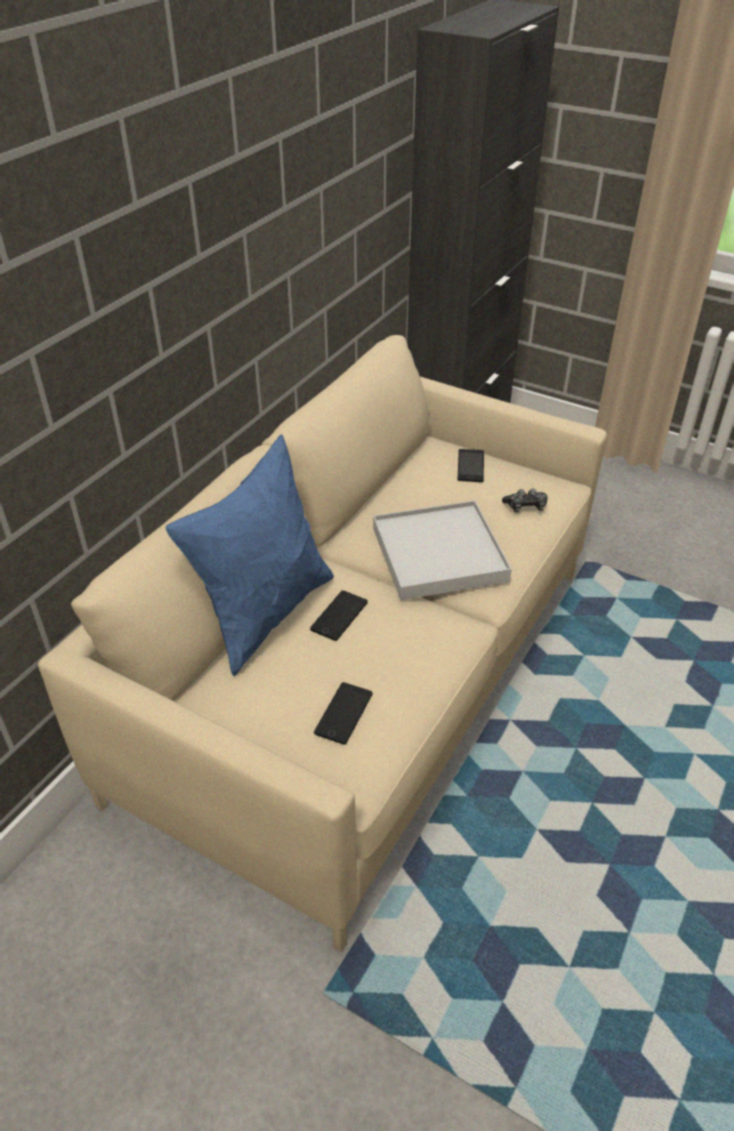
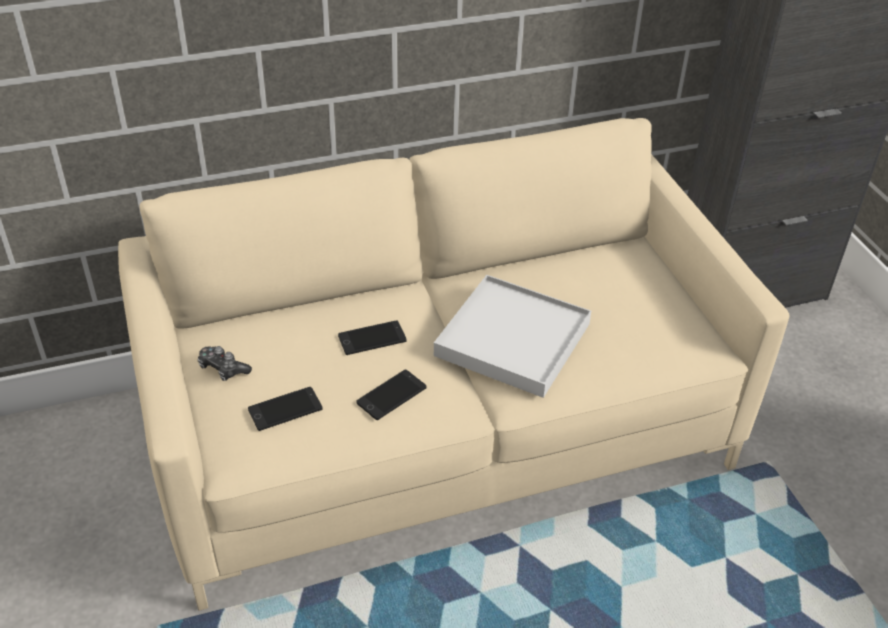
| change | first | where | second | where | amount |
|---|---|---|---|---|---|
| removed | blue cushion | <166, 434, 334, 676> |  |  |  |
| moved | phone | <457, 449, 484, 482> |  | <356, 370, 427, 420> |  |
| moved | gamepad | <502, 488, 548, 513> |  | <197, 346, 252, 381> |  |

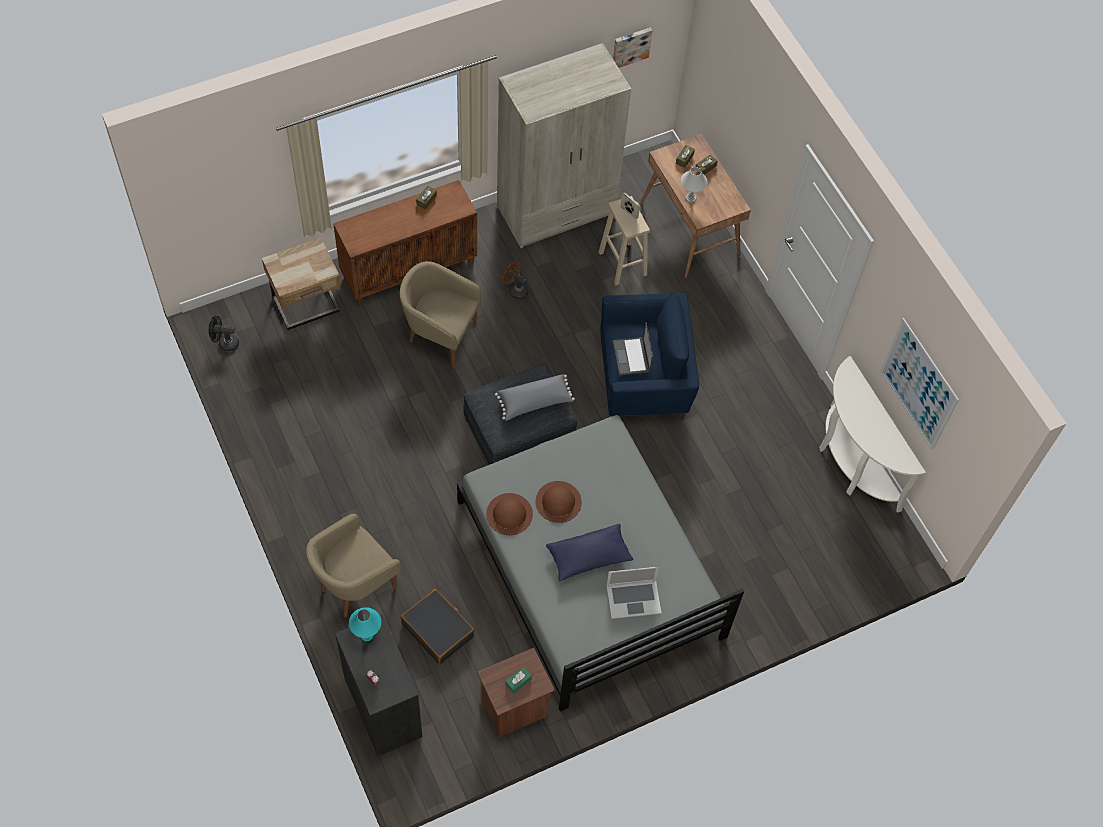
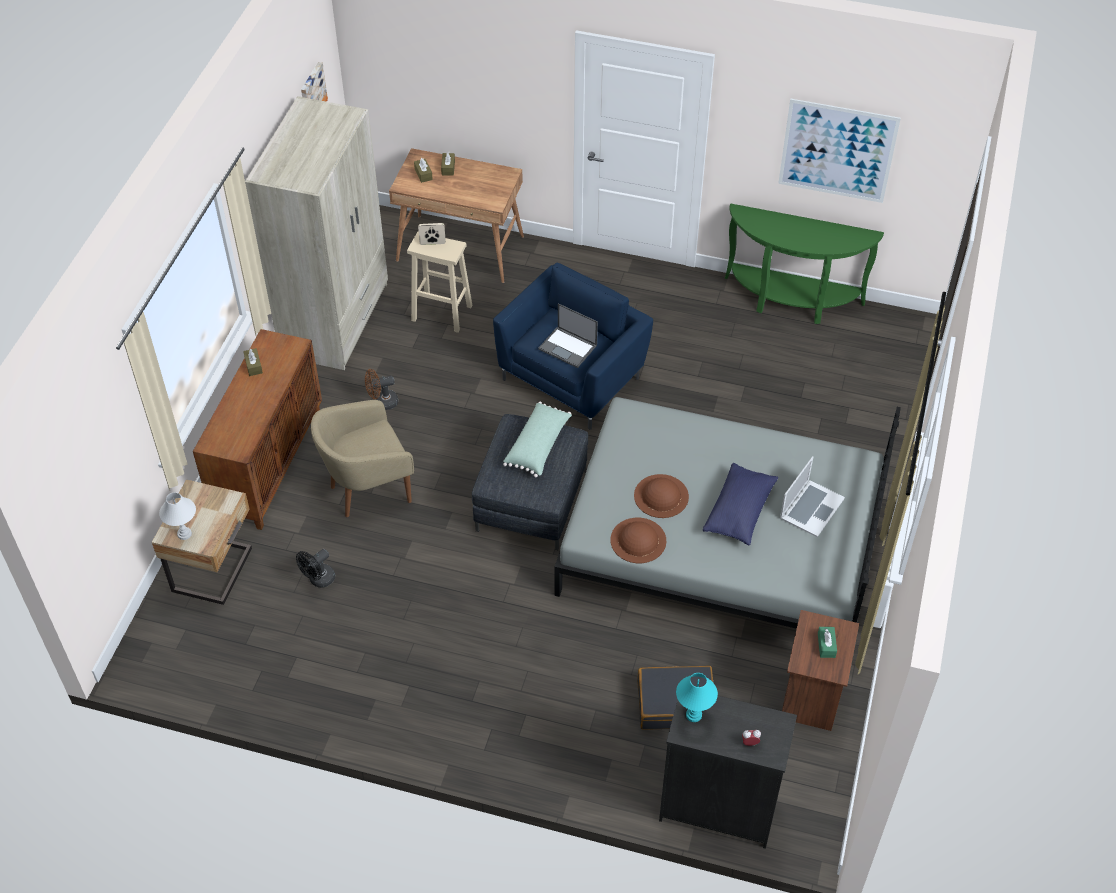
| change | first | where | second | where | amount |
|---|---|---|---|---|---|
| removed | beige armchair | <306, 514, 401, 617> |  |  |  |
| moved | blackish fan | <209, 316, 239, 352> |  | <296, 549, 335, 588> |  |
| moved | whitish table lamp | <681, 167, 708, 203> |  | <159, 492, 196, 540> |  |
| recoloured | greyish cushion | <495, 374, 575, 421> | green cushion | <503, 401, 572, 478> |  |
| recoloured | whitish hall table | <819, 356, 926, 513> | green hall table | <725, 203, 884, 324> |  |

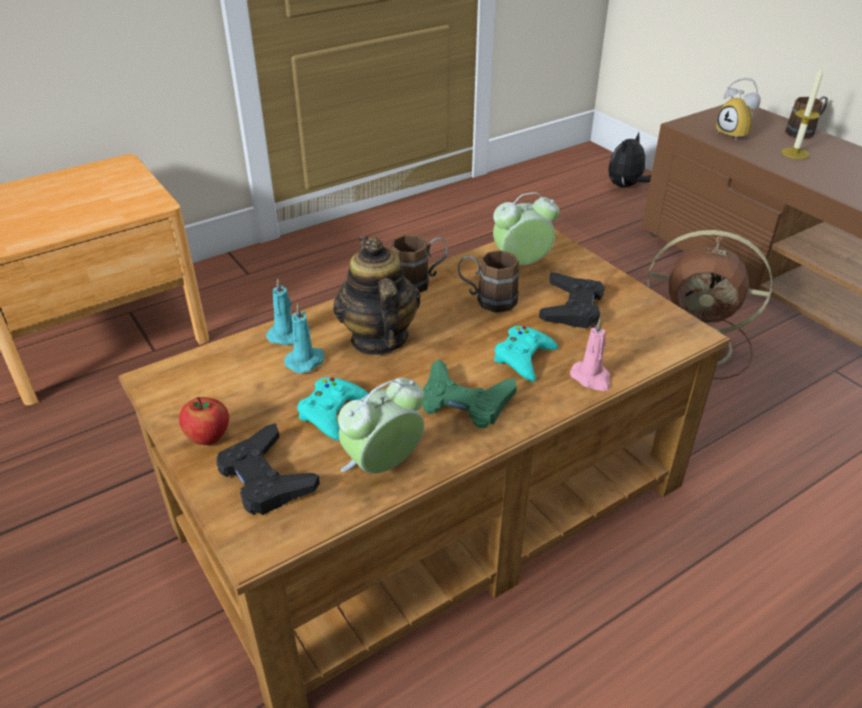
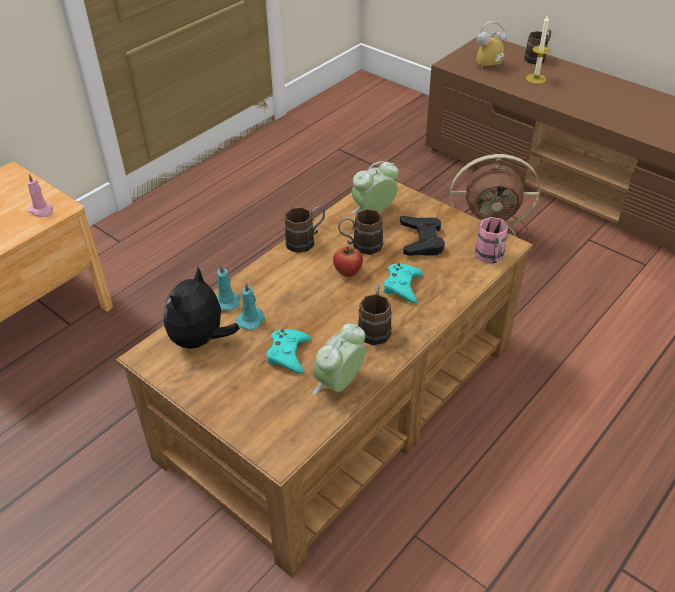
| change | first | where | second | where | amount |
|---|---|---|---|---|---|
| removed | blackish gamepad | <216, 423, 320, 515> |  |  |  |
| removed | teapot | <333, 236, 421, 355> |  |  |  |
| added |  |  | pink-coloured tea mug | <475, 217, 508, 264> |  |
| moved | apple fruit | <179, 397, 229, 445> |  | <333, 247, 363, 277> |  |
| moved | pink-coloured candle | <570, 318, 611, 391> |  | <27, 174, 53, 217> |  |
| moved | plush toy | <608, 132, 651, 188> |  | <164, 267, 240, 353> |  |
| replaced | green gamepad | <422, 359, 517, 428> | brown tea mug | <358, 284, 392, 345> |  |
| turned | alarm clock | <716, 78, 761, 141> |  | <476, 21, 507, 70> | 120 degrees clockwise |

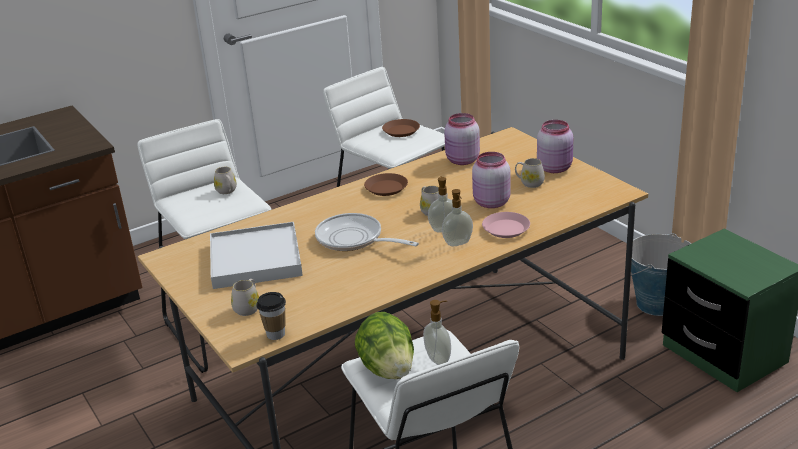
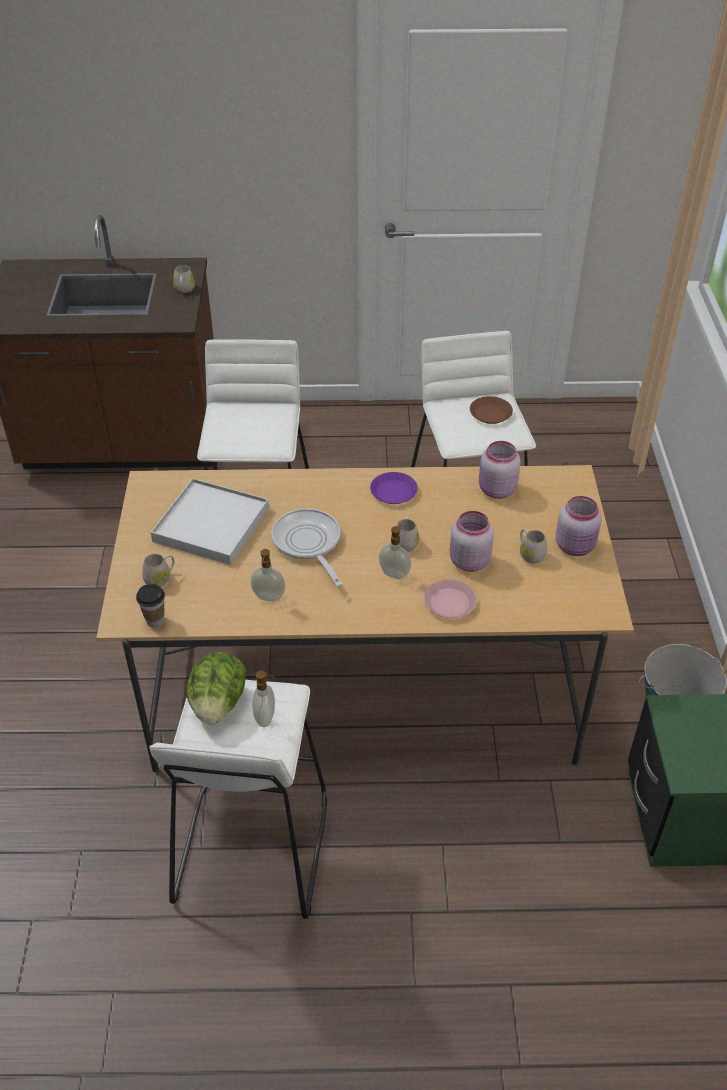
| change | first | where | second | where | amount |
|---|---|---|---|---|---|
| moved | whitish tea mug | <214, 167, 237, 194> |  | <173, 265, 195, 293> |  |
| moved | soap dispenser | <442, 189, 473, 246> |  | <251, 549, 285, 601> |  |
| recoloured | brown dinner plate | <364, 173, 408, 196> | purple-coloured dinner plate | <370, 472, 418, 504> |  |

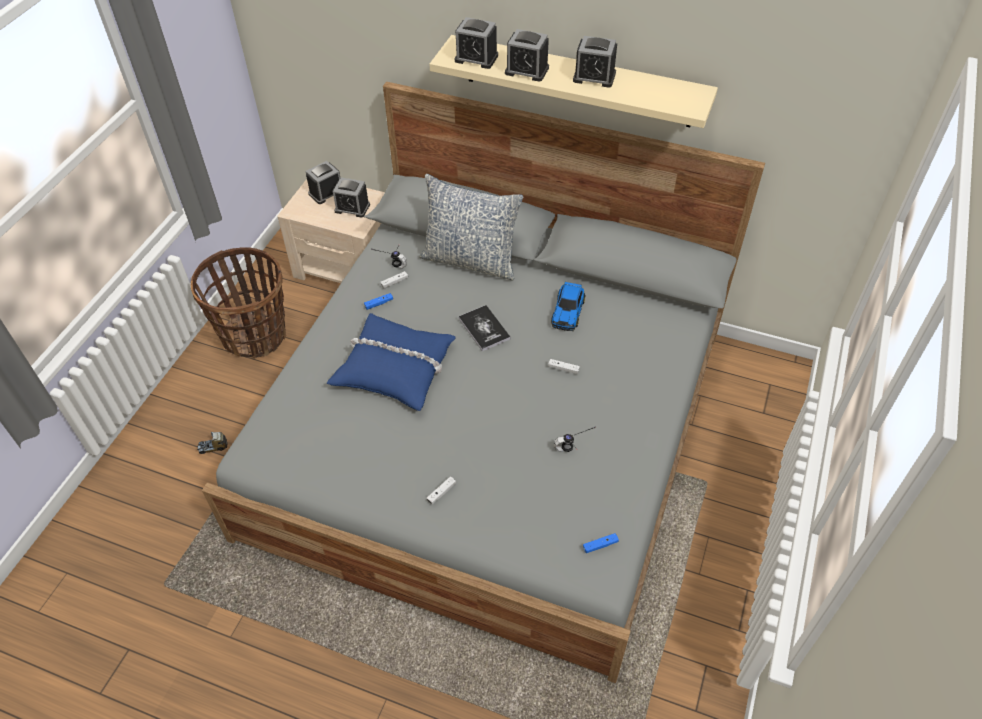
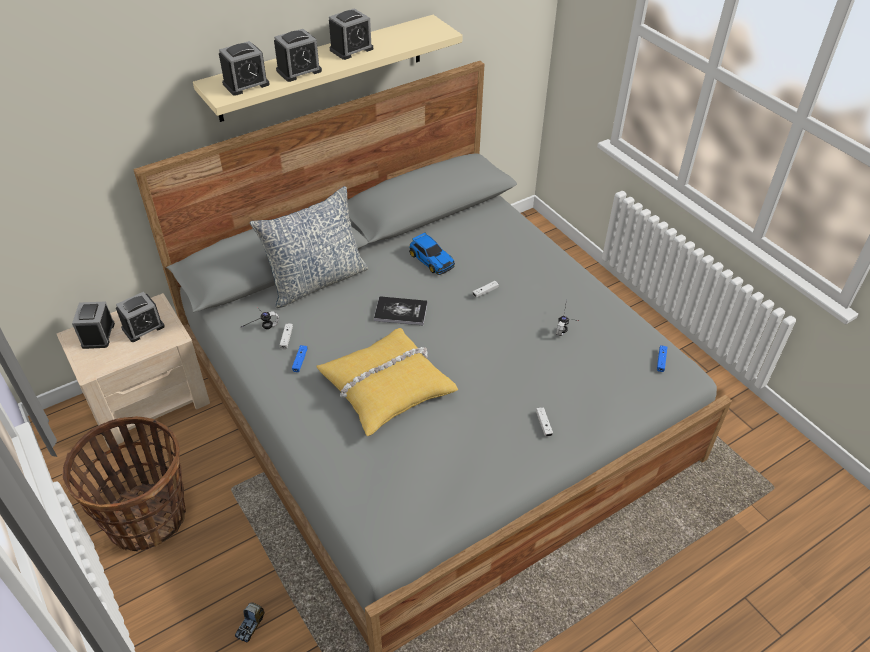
| change | first | where | second | where | amount |
|---|---|---|---|---|---|
| recoloured | blue cushion | <327, 313, 456, 411> | yellow cushion | <316, 328, 458, 436> |  |

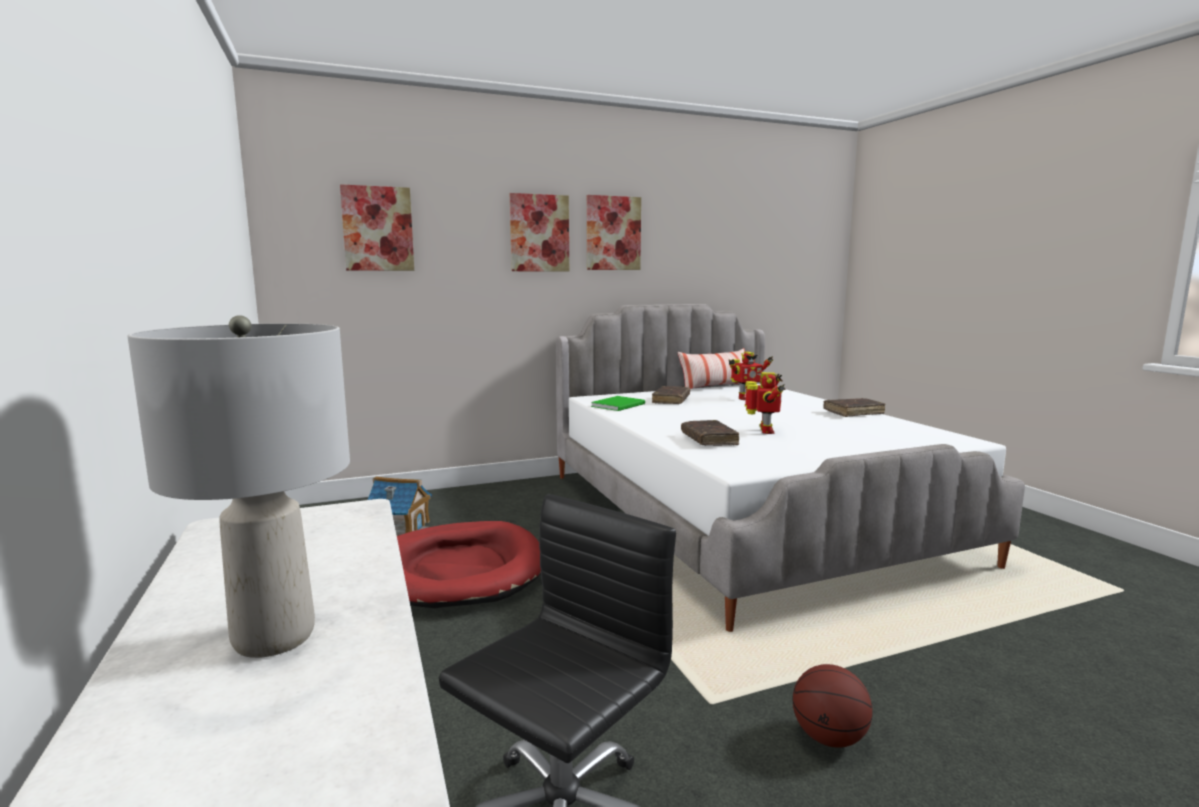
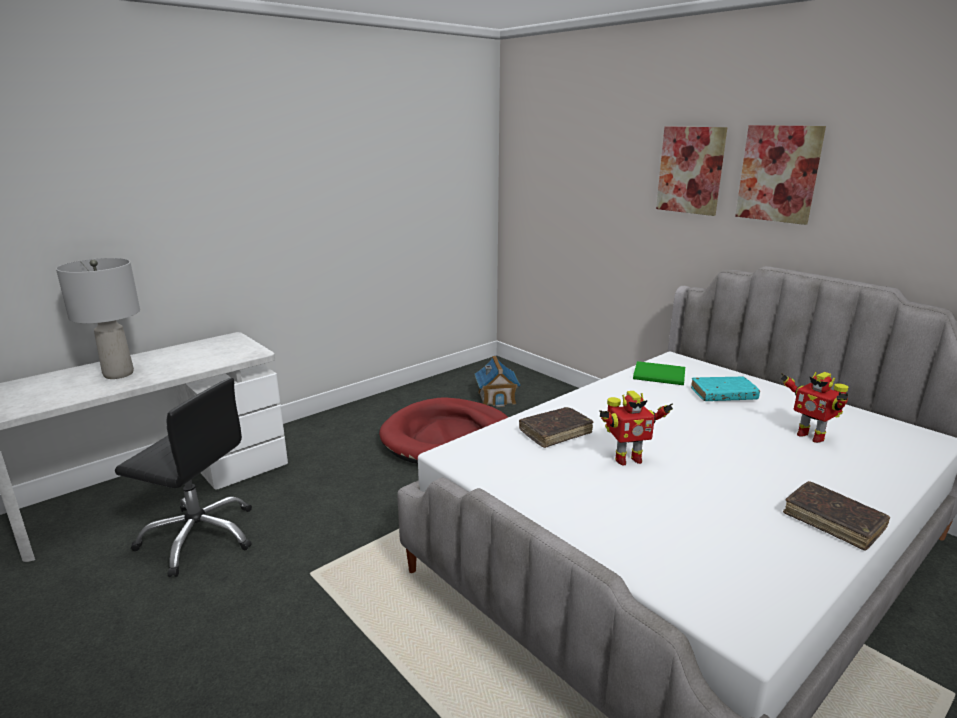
| change | first | where | second | where | amount |
|---|---|---|---|---|---|
| removed | picture | <340, 184, 414, 271> |  |  |  |
| removed | cushion | <678, 348, 745, 389> |  |  |  |
| removed | basketball | <792, 664, 873, 747> |  |  |  |
| recoloured | brown bound book | <652, 386, 690, 404> | blue-green bound book | <691, 377, 760, 401> |  |

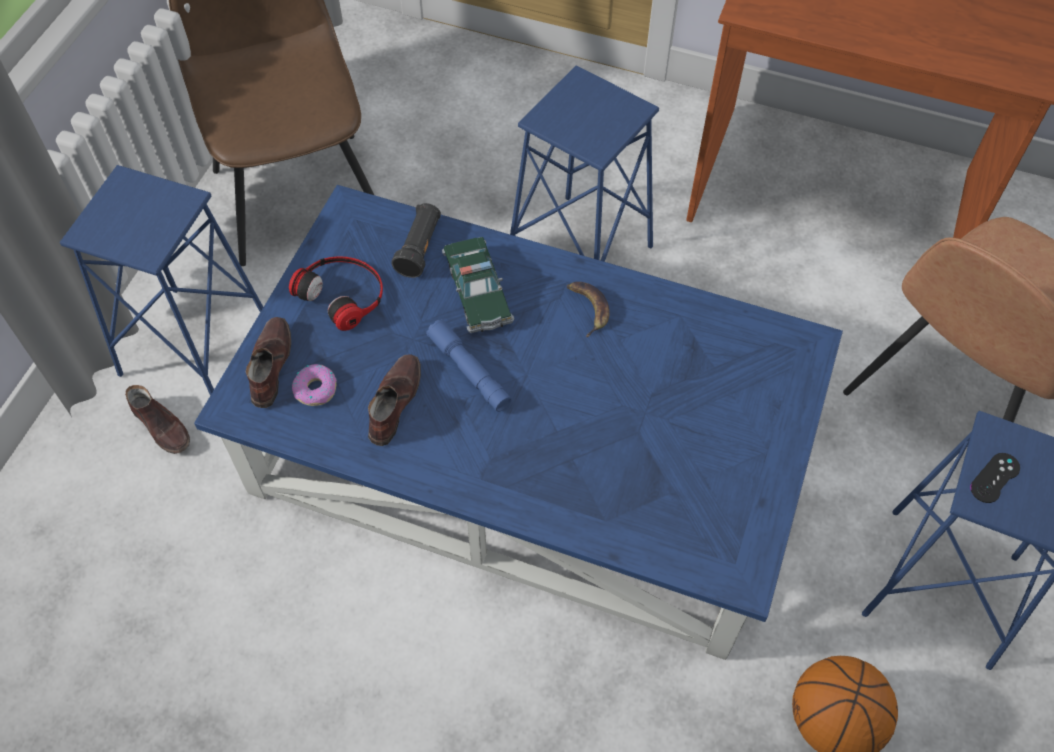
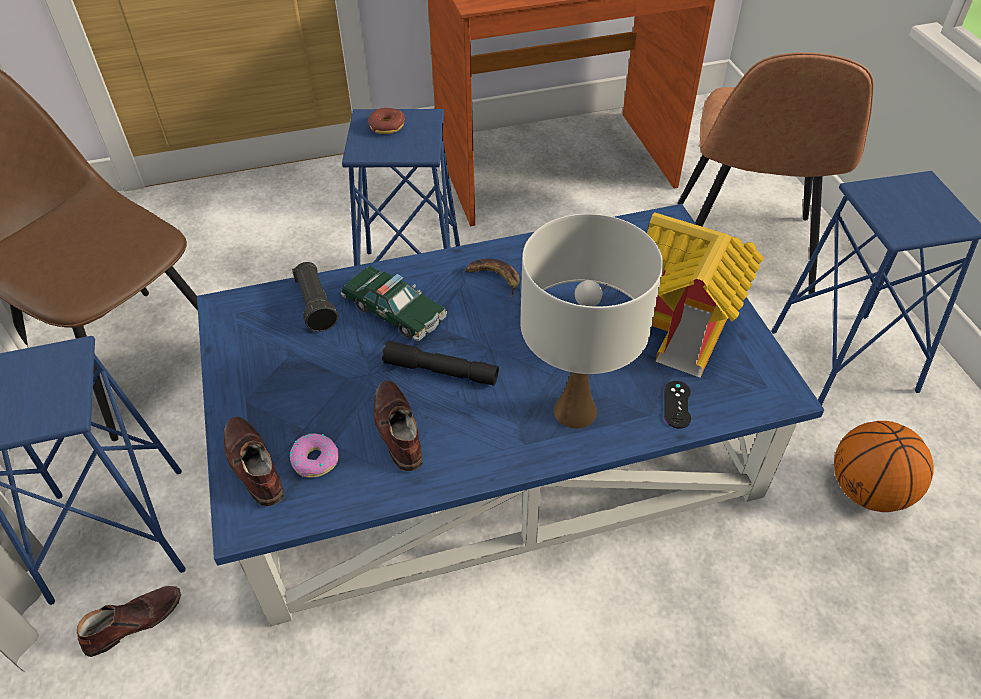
| change | first | where | second | where | amount |
|---|---|---|---|---|---|
| removed | headphones | <289, 256, 383, 331> |  |  |  |
| added |  |  | doughnut | <368, 108, 405, 134> |  |
| added |  |  | whitish table lamp | <521, 214, 663, 429> |  |
| added |  |  | miniature house | <647, 212, 764, 377> |  |
| moved | blackish gamepad | <970, 453, 1020, 503> |  | <664, 381, 691, 429> |  |
| recoloured | blue torch | <426, 319, 511, 412> | blackish torch | <382, 341, 499, 386> |  |
| turned | brown low shoe | <125, 385, 190, 454> |  | <77, 586, 181, 657> | 45 degrees counterclockwise |

